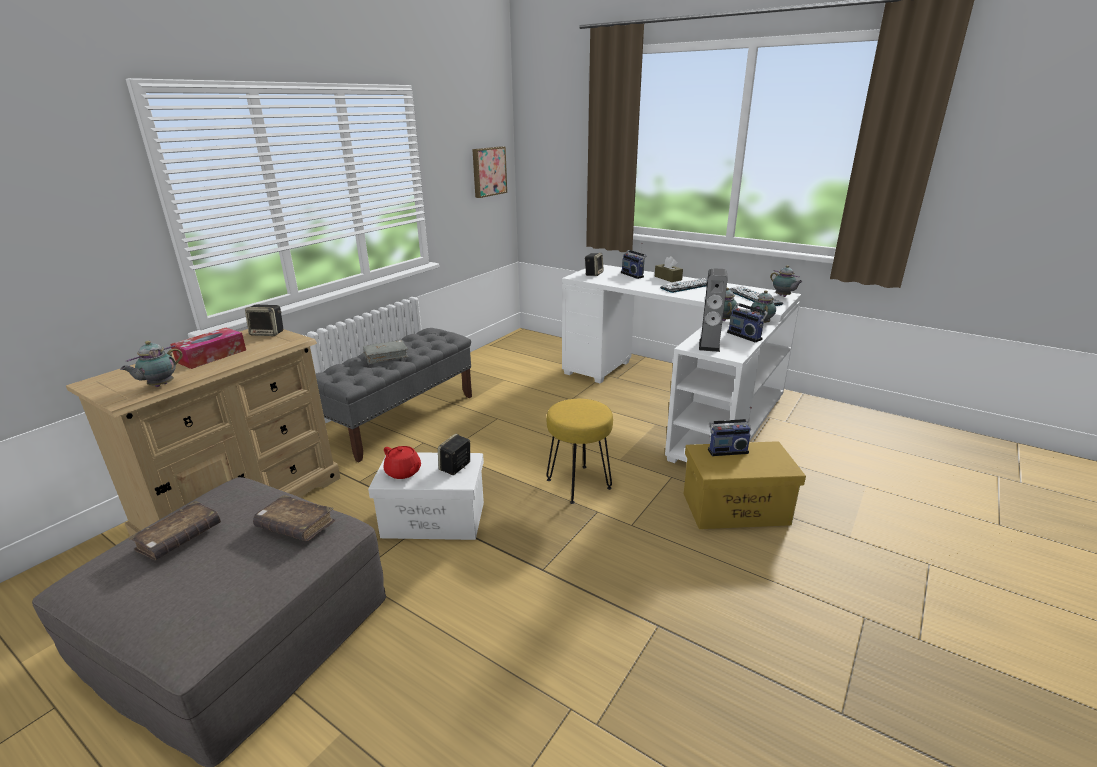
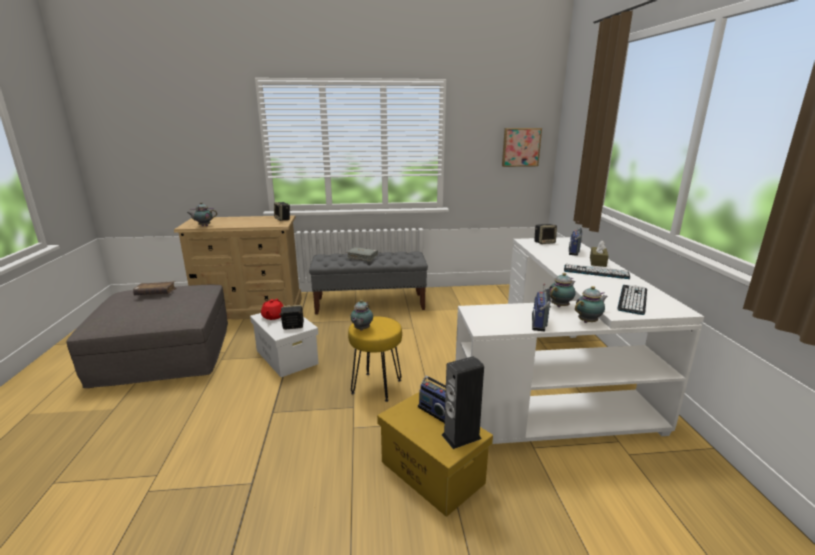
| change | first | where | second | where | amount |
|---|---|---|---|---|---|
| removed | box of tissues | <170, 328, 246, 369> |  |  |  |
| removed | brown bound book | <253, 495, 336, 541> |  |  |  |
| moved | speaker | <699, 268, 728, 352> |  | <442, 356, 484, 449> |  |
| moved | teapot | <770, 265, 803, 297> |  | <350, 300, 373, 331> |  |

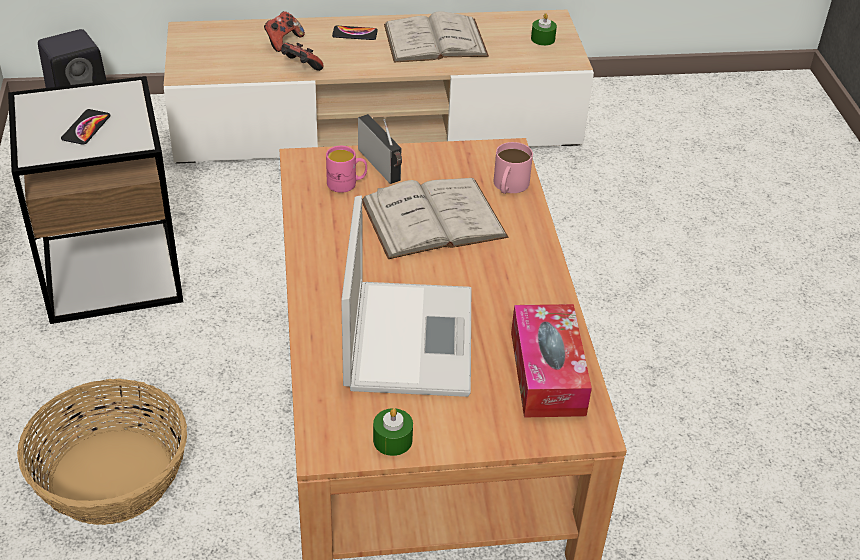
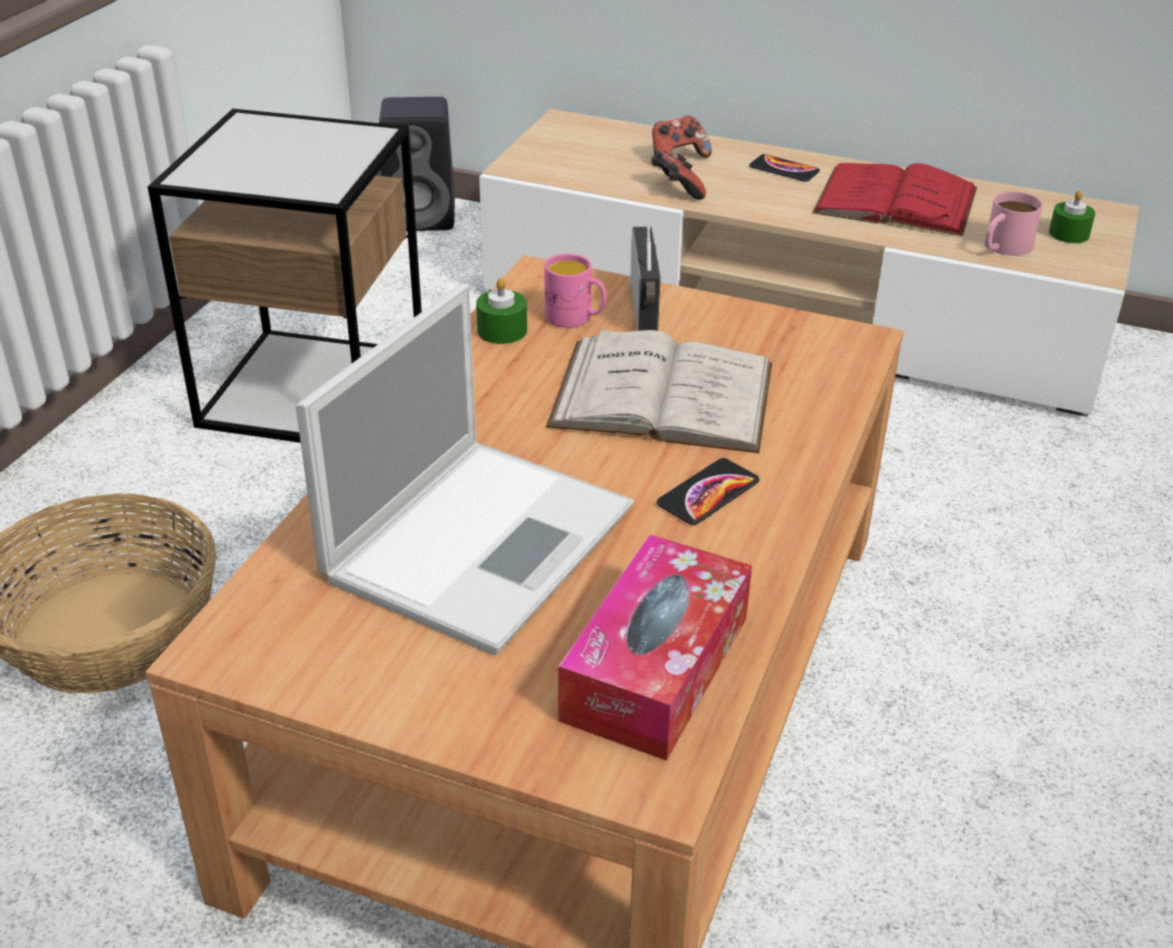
| change | first | where | second | where | amount |
|---|---|---|---|---|---|
| moved | phone | <61, 109, 111, 145> |  | <657, 458, 759, 525> |  |
| moved | green candle | <373, 408, 413, 456> |  | <476, 278, 527, 344> |  |
| moved | pink-coloured tea mug | <494, 142, 533, 194> |  | <985, 192, 1043, 256> |  |
| recoloured | whitish bound book | <384, 11, 489, 63> | red bound book | <812, 163, 977, 236> |  |

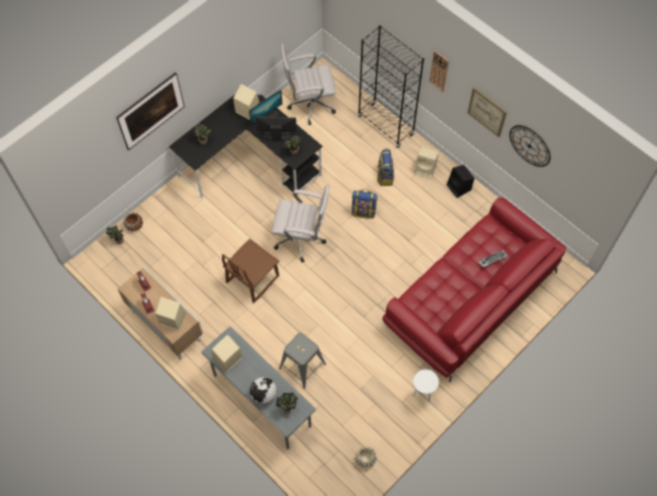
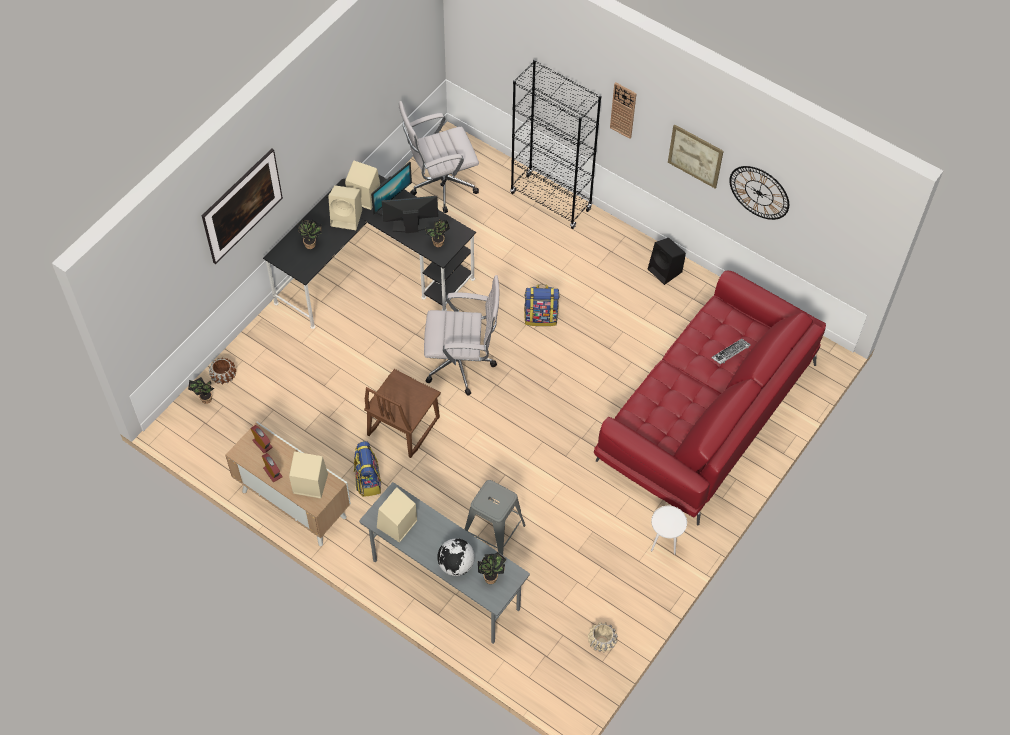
| change | first | where | second | where | amount |
|---|---|---|---|---|---|
| moved | knapsack | <376, 149, 394, 186> |  | <354, 441, 382, 497> |  |
| moved | beige speaker | <414, 147, 439, 179> |  | <328, 185, 362, 230> |  |

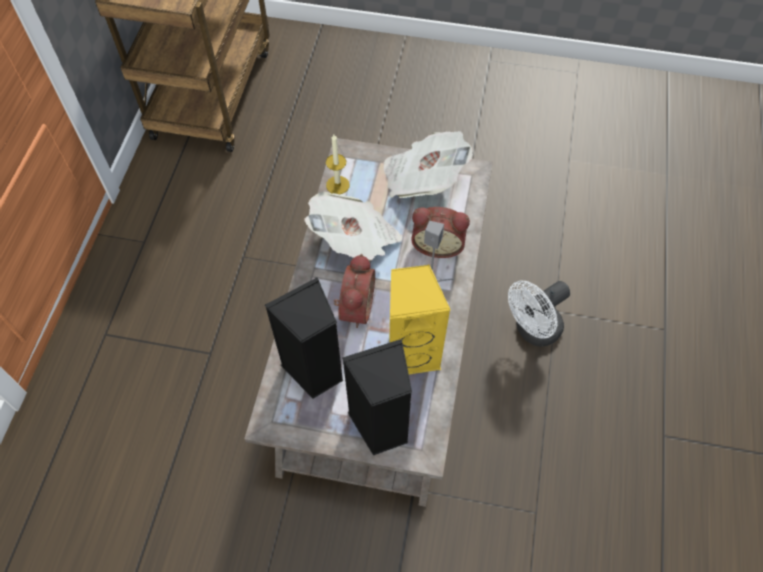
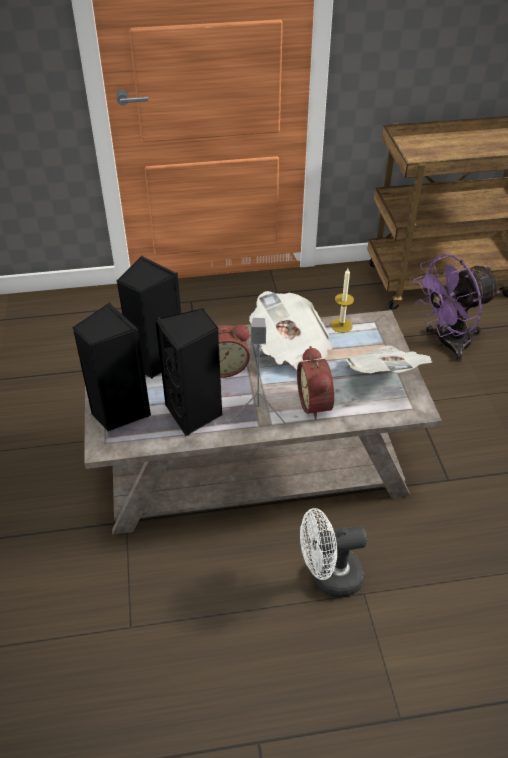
| change | first | where | second | where | amount |
|---|---|---|---|---|---|
| added |  |  | purple-coloured fan | <413, 254, 500, 362> |  |
| recoloured | yellow speaker | <389, 265, 451, 374> | blackish speaker | <155, 309, 223, 436> |  |
| turned | whitish fan | <508, 280, 570, 347> |  | <300, 508, 367, 598> | 45 degrees counterclockwise |

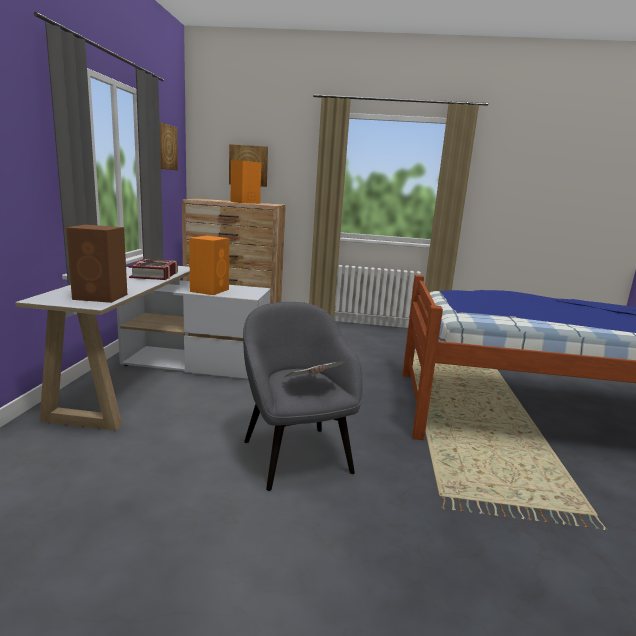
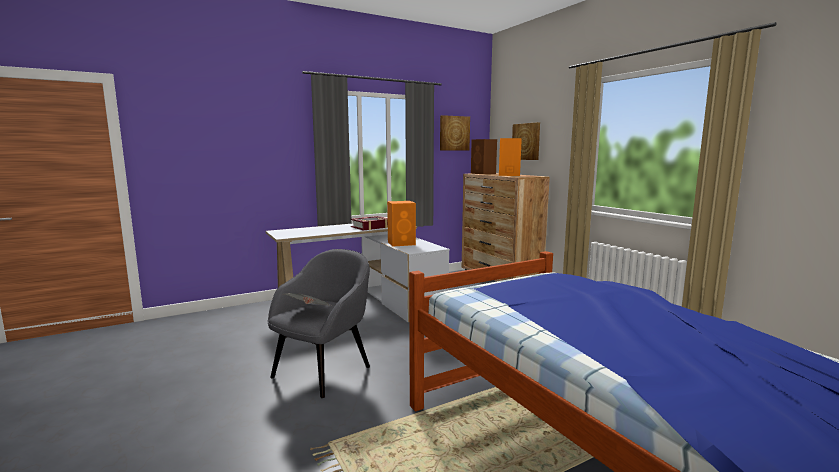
| change | first | where | second | where | amount |
|---|---|---|---|---|---|
| moved | brown speaker | <66, 225, 127, 303> |  | <471, 139, 497, 174> |  |

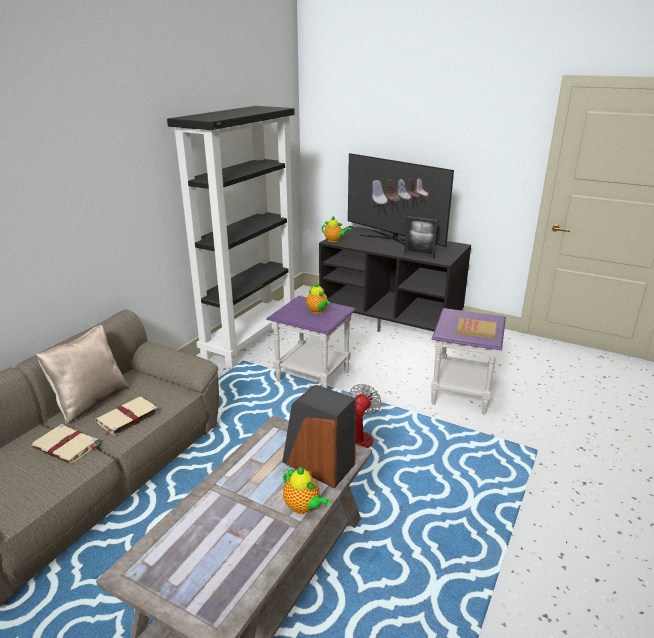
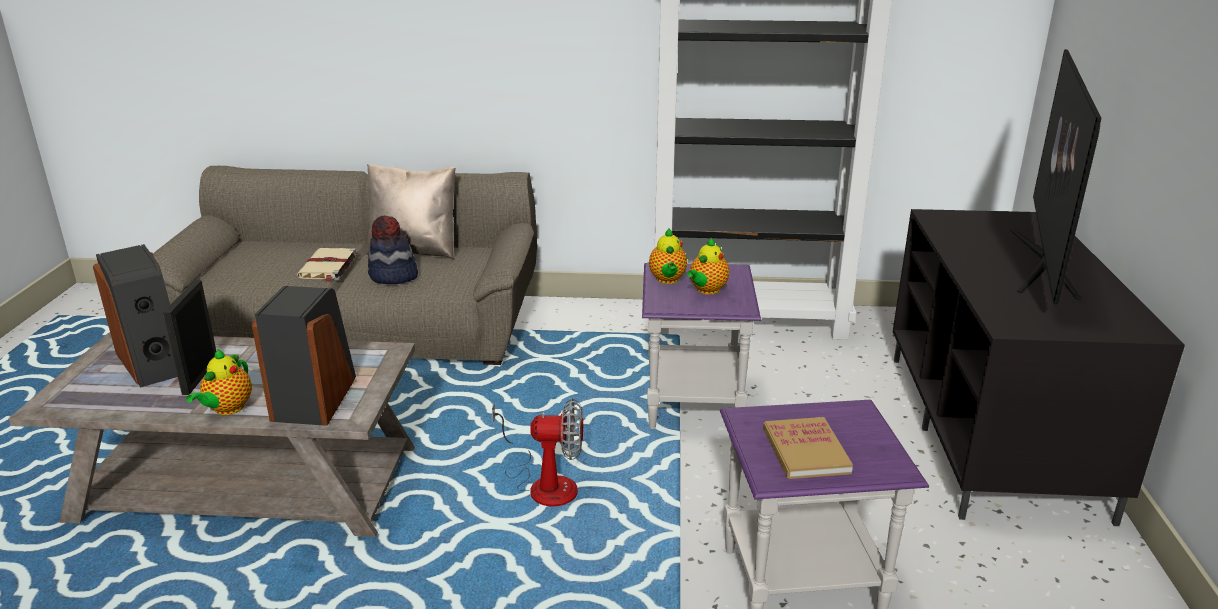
| change | first | where | second | where | amount |
|---|---|---|---|---|---|
| added |  |  | speaker | <93, 244, 178, 388> |  |
| moved | teapot | <322, 216, 351, 242> |  | <649, 229, 687, 284> |  |
| moved | picture frame | <404, 216, 438, 259> |  | <163, 280, 216, 395> |  |
| replaced | beige bound book | <96, 397, 159, 436> | clothing hat | <368, 216, 418, 284> |  |

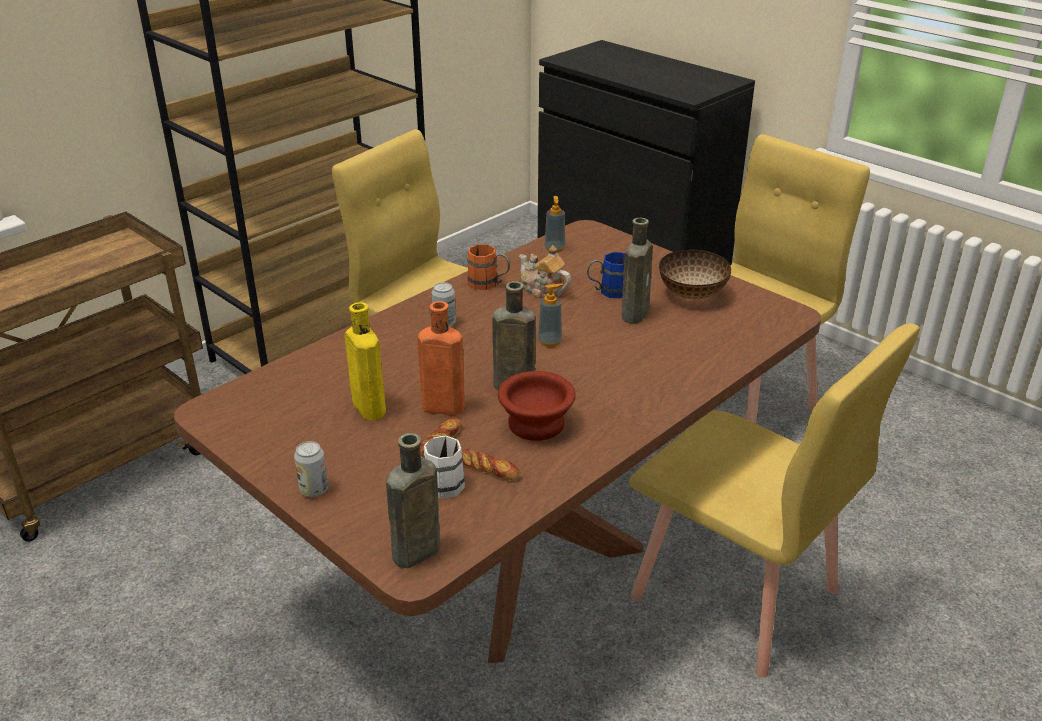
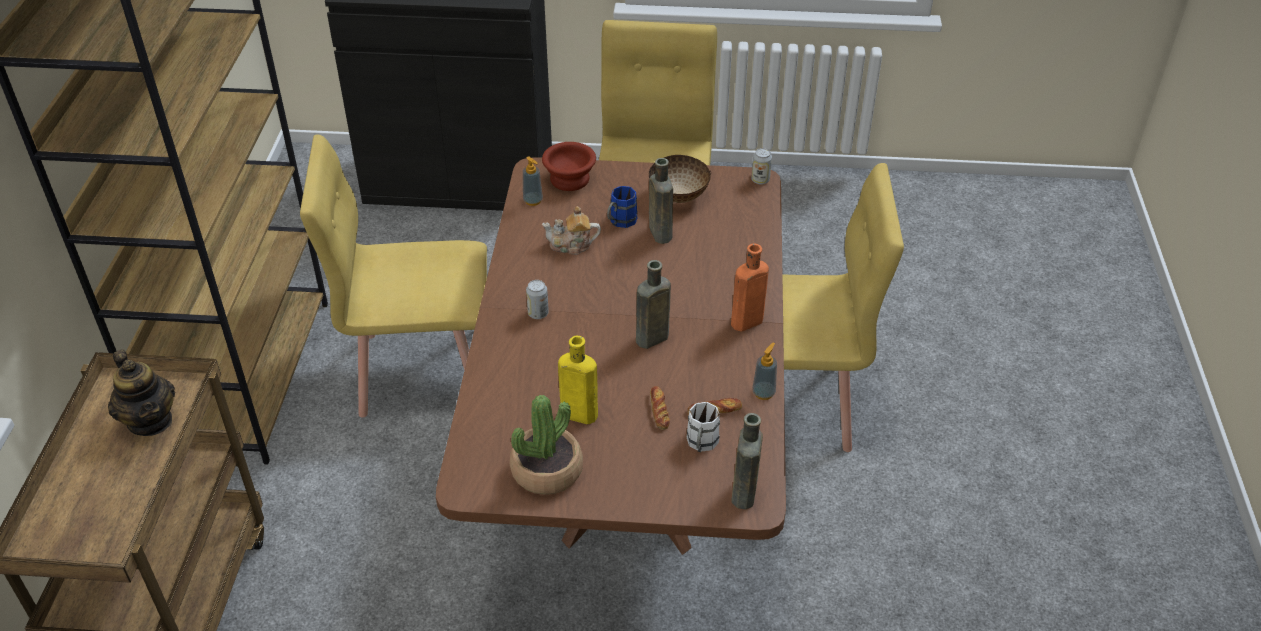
| change | first | where | second | where | amount |
|---|---|---|---|---|---|
| removed | orange tea mug | <468, 244, 510, 290> |  |  |  |
| added |  |  | teapot | <108, 349, 175, 436> |  |
| added |  |  | potted plant | <510, 395, 583, 495> |  |
| moved | sealed can | <294, 441, 328, 497> |  | <752, 148, 772, 185> |  |
| moved | orange beverage bottle | <418, 301, 465, 416> |  | <731, 244, 769, 332> |  |
| moved | brown bowl | <498, 371, 576, 441> |  | <542, 142, 596, 191> |  |
| moved | soap dispenser | <538, 283, 564, 347> |  | <752, 342, 777, 400> |  |

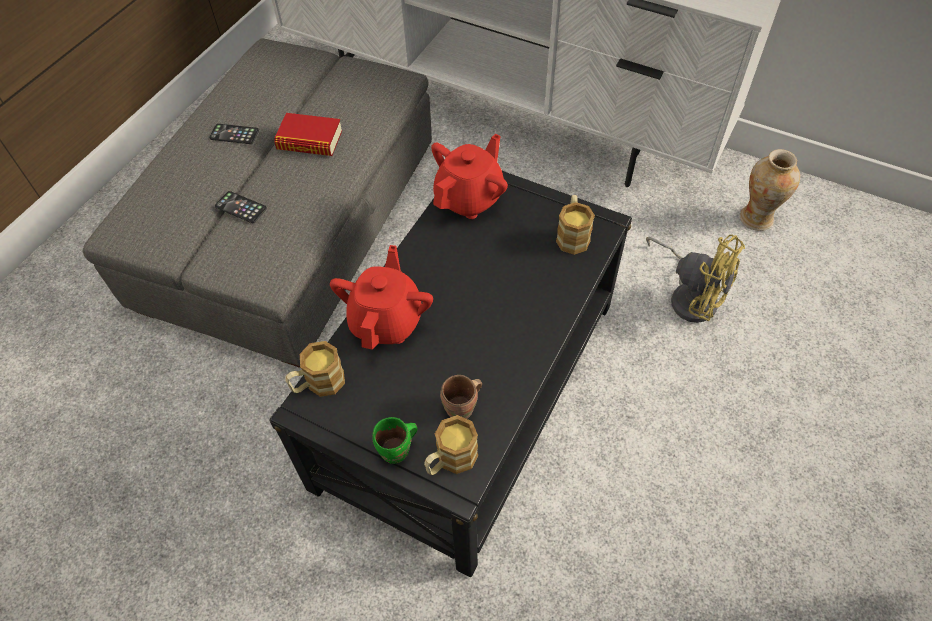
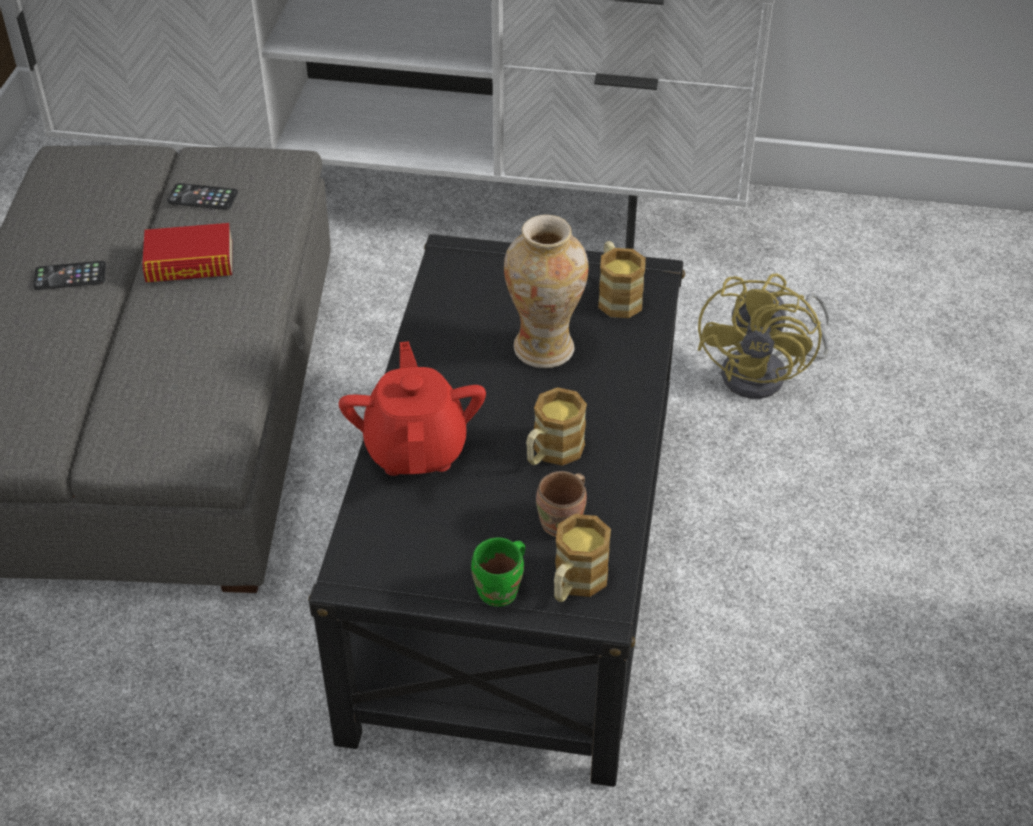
| change | first | where | second | where | amount |
|---|---|---|---|---|---|
| removed | red teapot | <431, 134, 508, 219> |  |  |  |
| moved | phone | <215, 191, 267, 223> |  | <167, 183, 238, 210> |  |
| moved | tea mug | <285, 341, 345, 397> |  | <526, 387, 587, 466> |  |
| moved | vase | <740, 149, 800, 231> |  | <504, 215, 588, 368> |  |
| turned | yellow fan | <646, 235, 745, 323> |  | <698, 273, 830, 399> | 90 degrees clockwise |

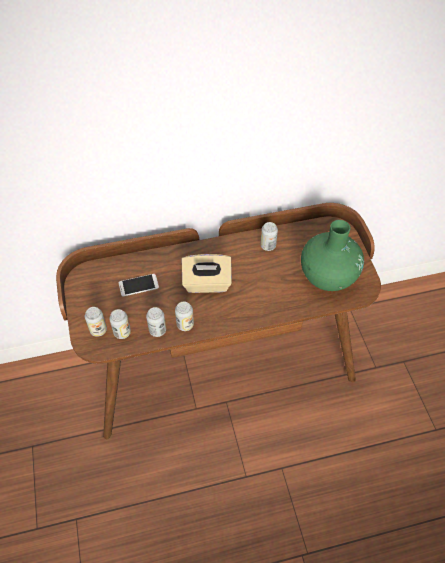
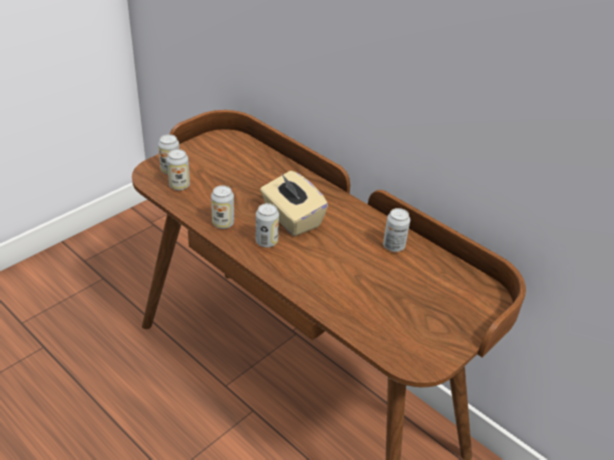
| change | first | where | second | where | amount |
|---|---|---|---|---|---|
| removed | phone | <119, 274, 159, 297> |  |  |  |
| removed | green vase | <301, 220, 364, 291> |  |  |  |
| moved | sealed can | <146, 307, 166, 337> |  | <256, 203, 279, 248> |  |

